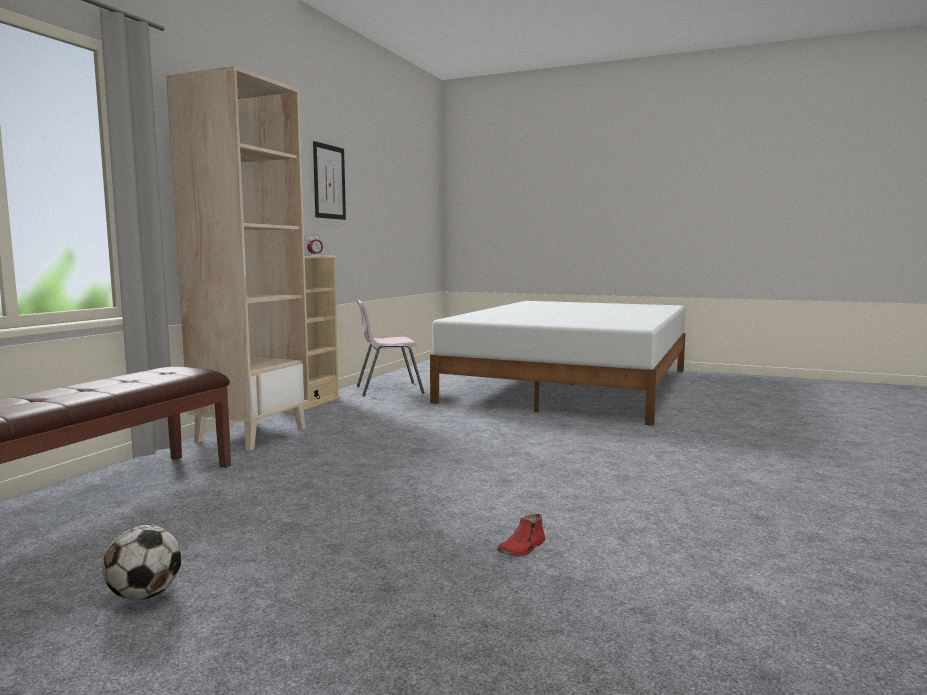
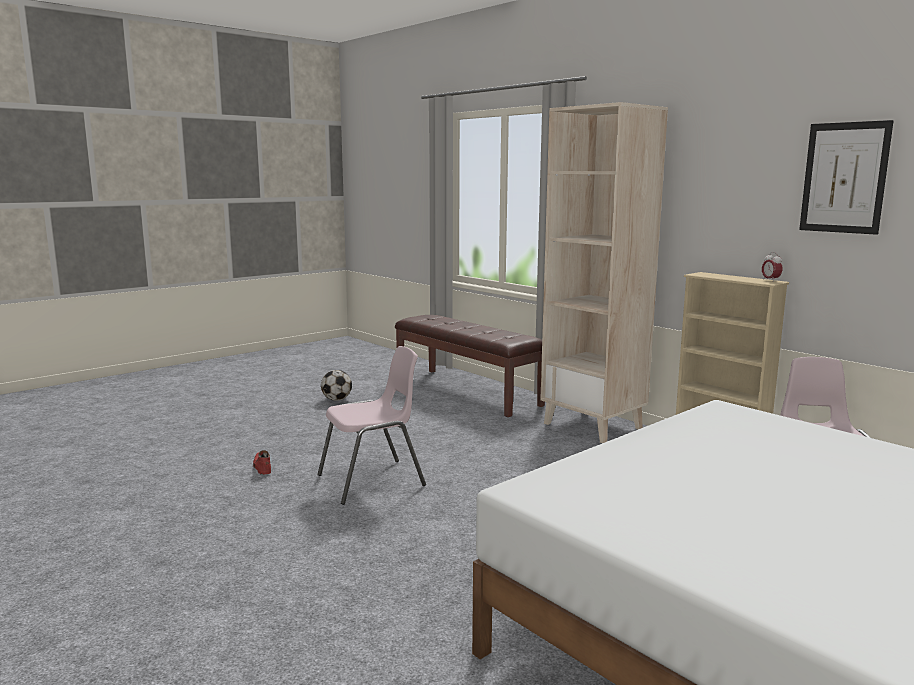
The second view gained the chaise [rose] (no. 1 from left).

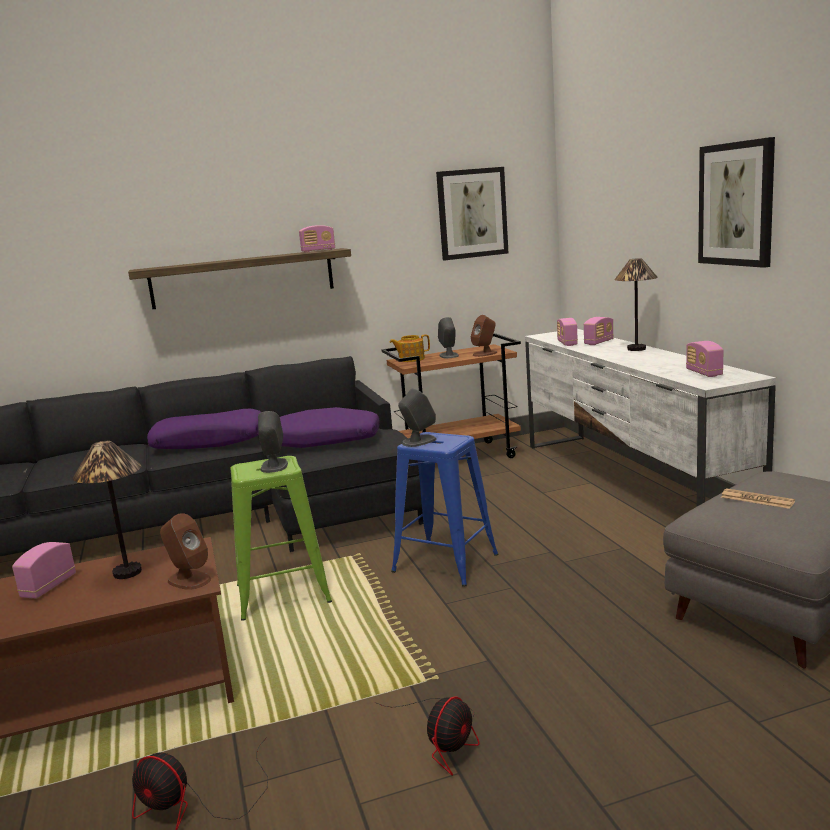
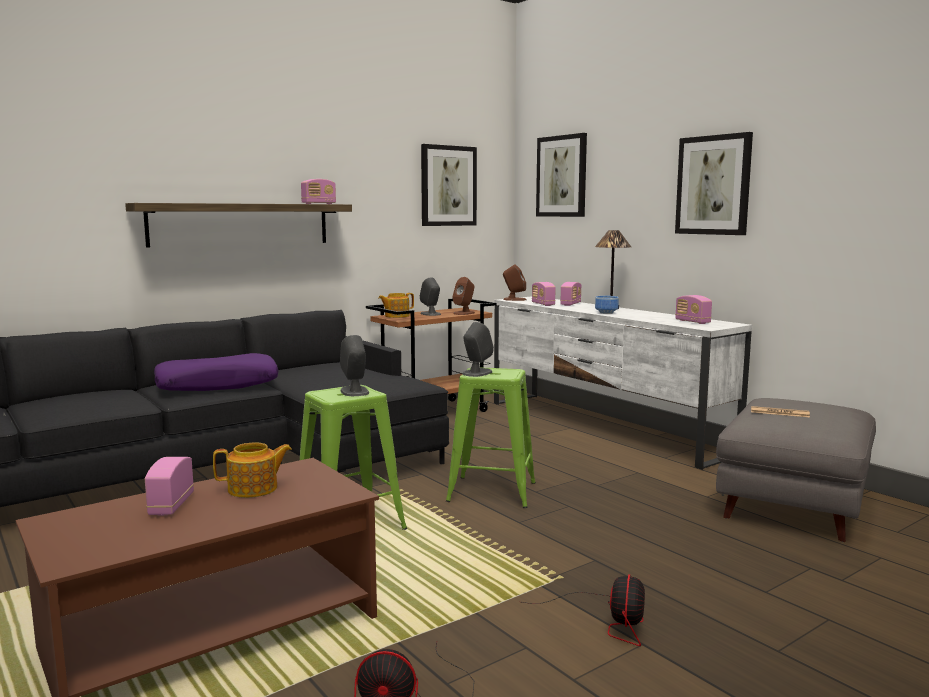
Where the lampe de table (no. 1 from left) stood, the théière (no. 1 from left) came to stand. What was the tabouret [bleu] turned into the tabouret [vert] (no. 2 from left). The enceinte [marron] (no. 1 from left in the first image) ended up elsewhere. The second view gained the tableau (no. 2 from left). The second view gained the bol. The second view lost the coussin [violet] (no. 2 from left).

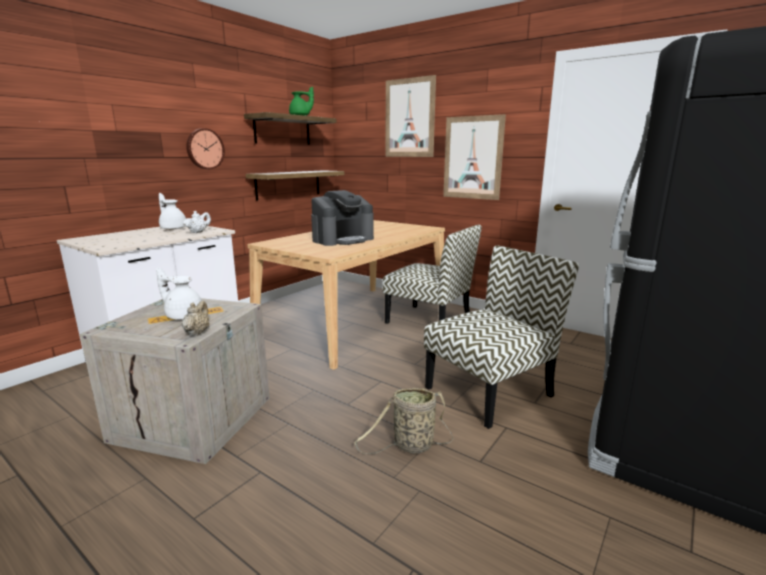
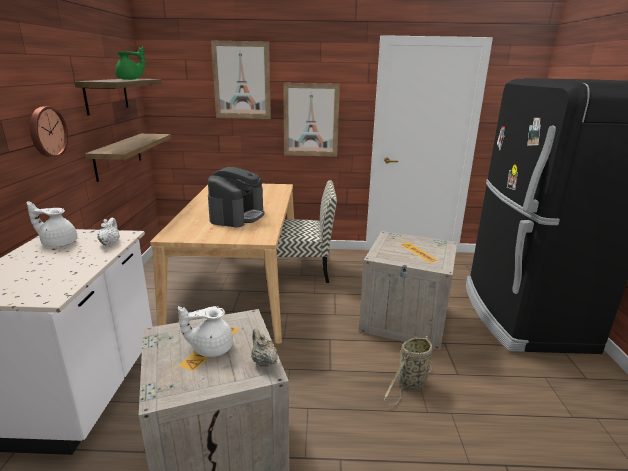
Where the chaise (no. 2 from left) stood, the caisse (no. 2 from left) came to stand.

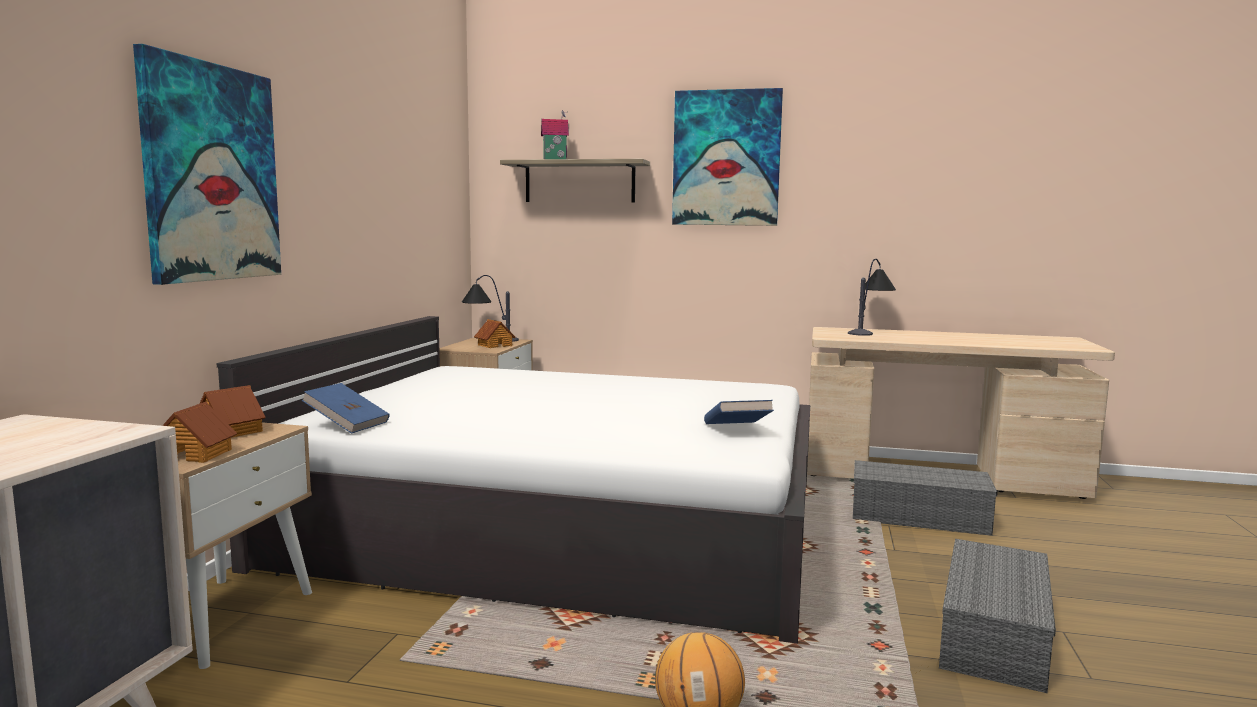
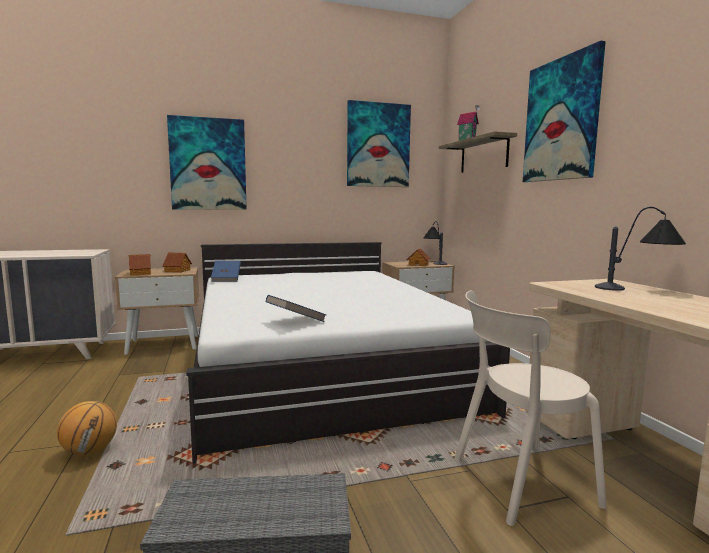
The second view gained the tableau (no. 2 from left). Where the boîte de rangement [gris] (no. 1 from left) stood, the chaise [beige] came to stand.

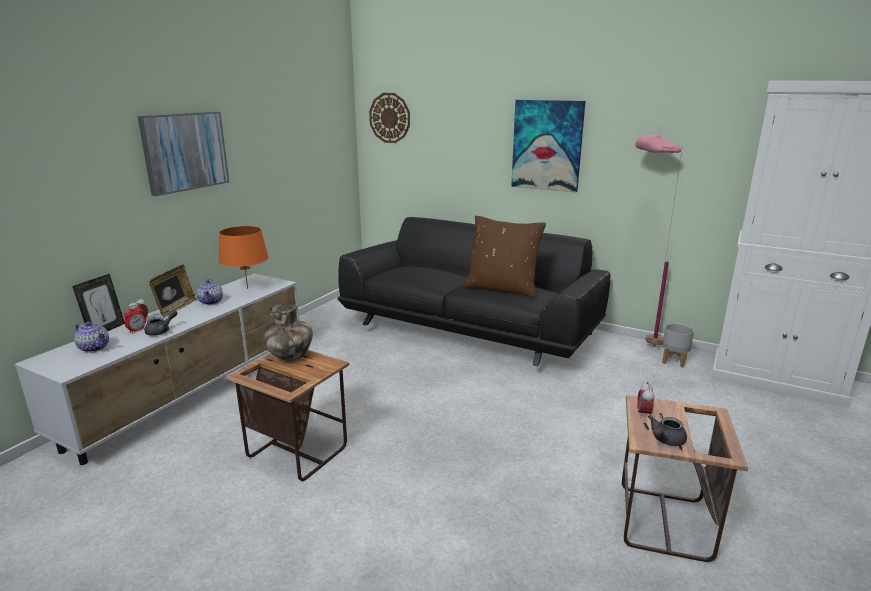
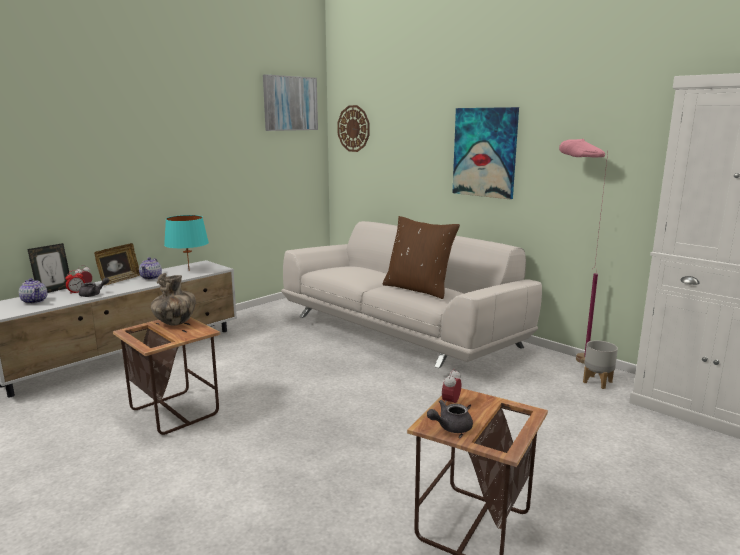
What was the lampe de table [orange] turned into the lampe de table [turquoise]. The tableau (no. 1 from left) ended up elsewhere. What was the canapé [noir] turned into the canapé [blanc].

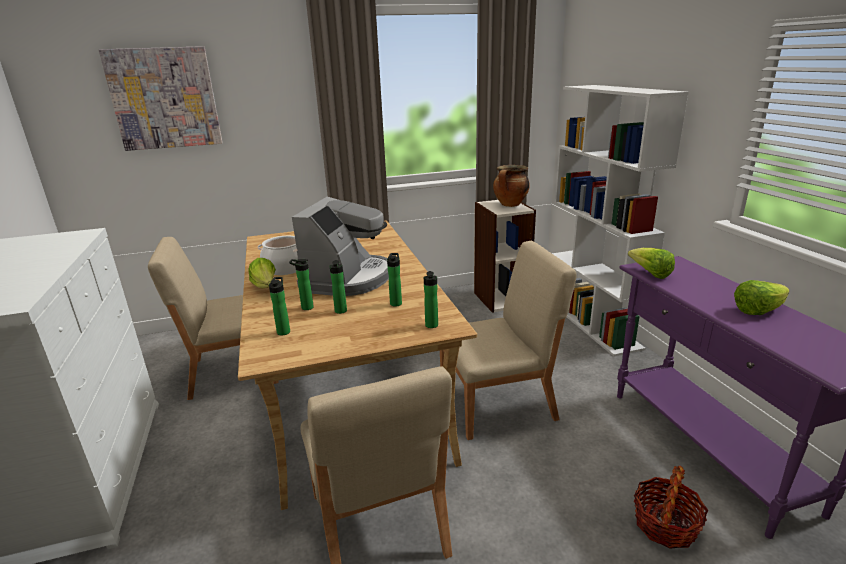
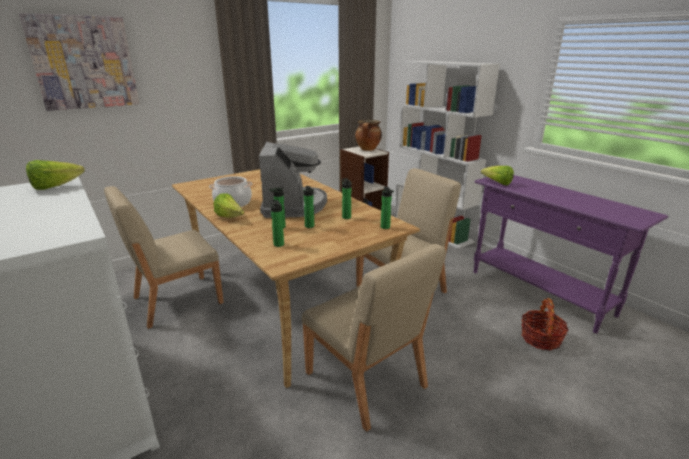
The laitue (no. 3 from left in the first image) ended up elsewhere.

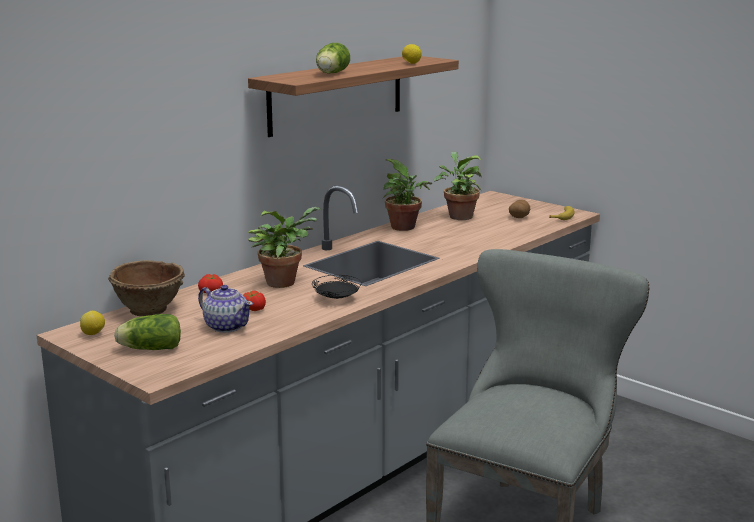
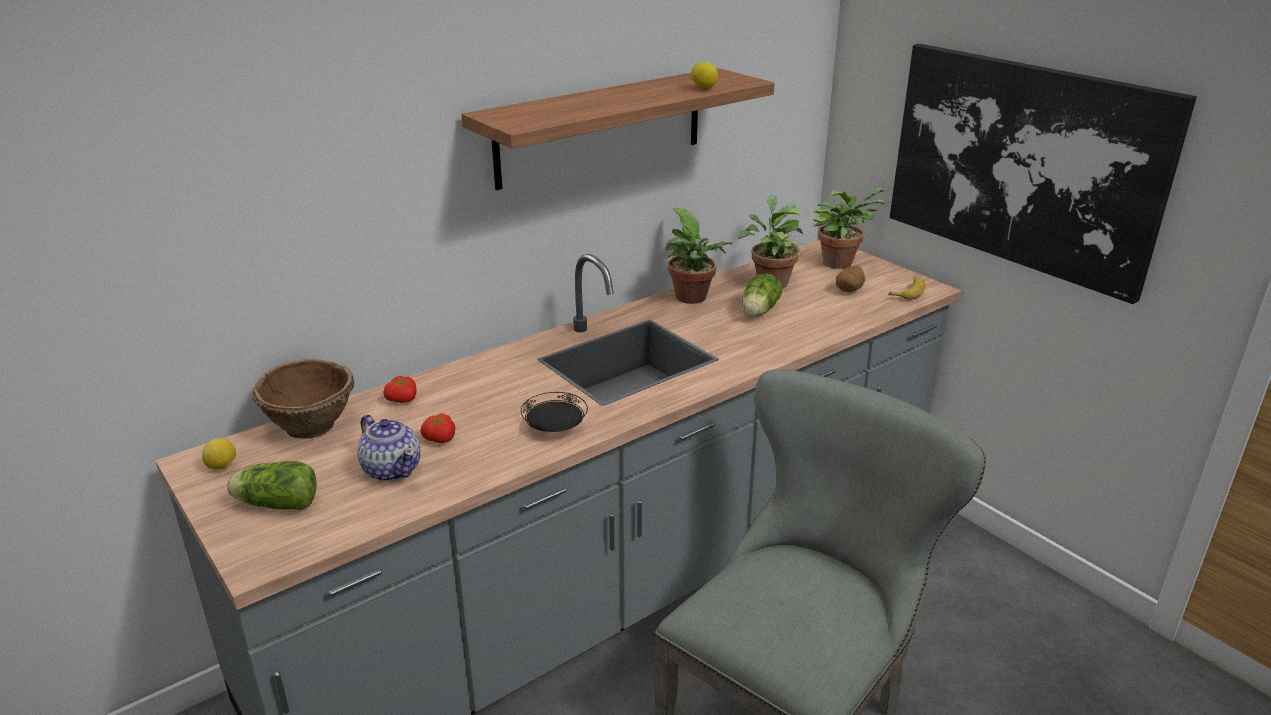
The laitue (no. 2 from left) ended up elsewhere. The plante en pot (no. 1 from left in the first image) ended up elsewhere. The second view gained the tableau.

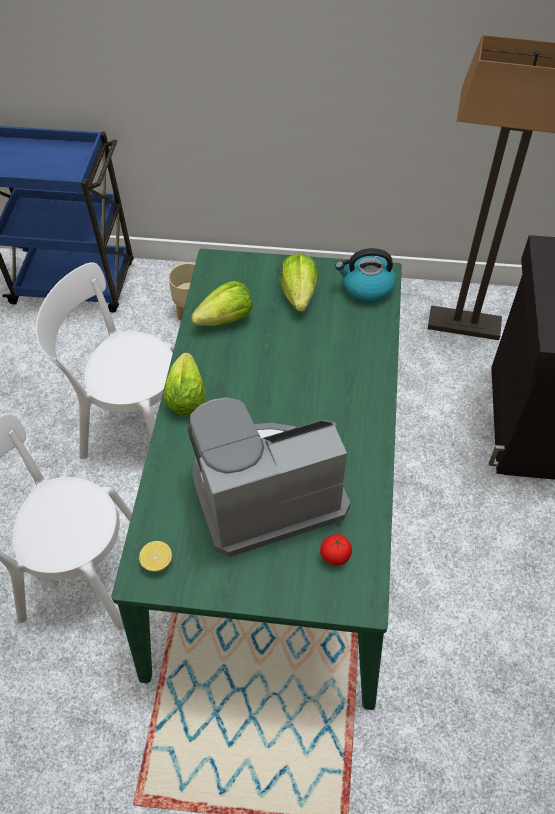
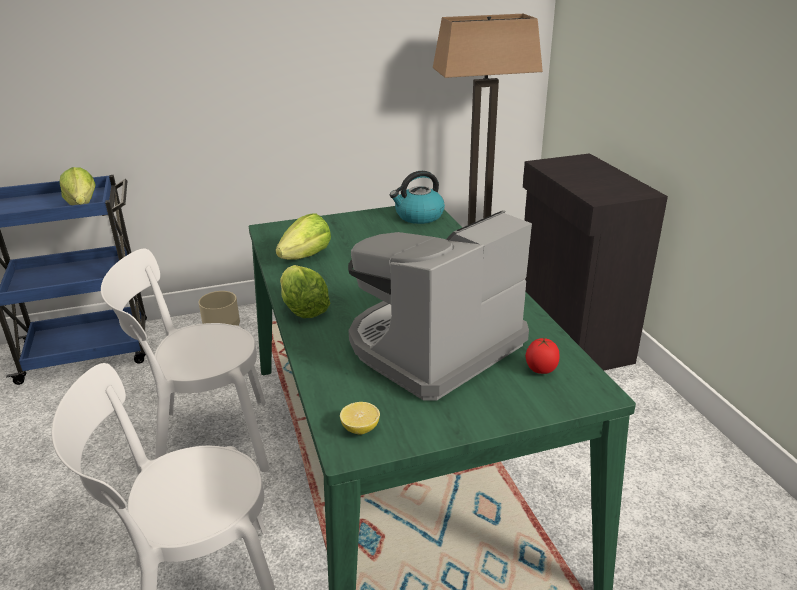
The laitue (no. 3 from left in the first image) ended up elsewhere.

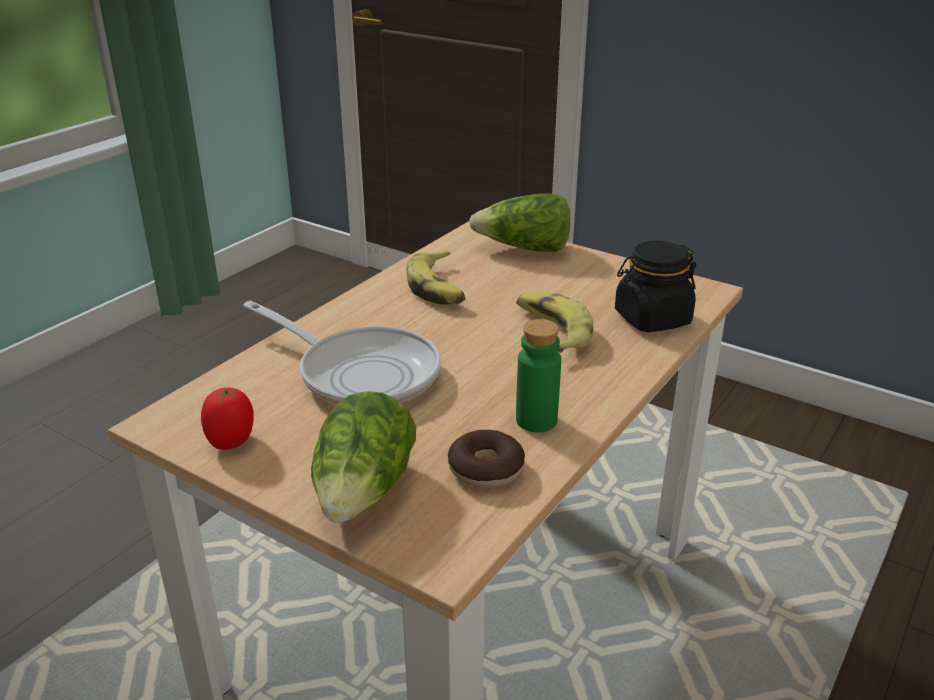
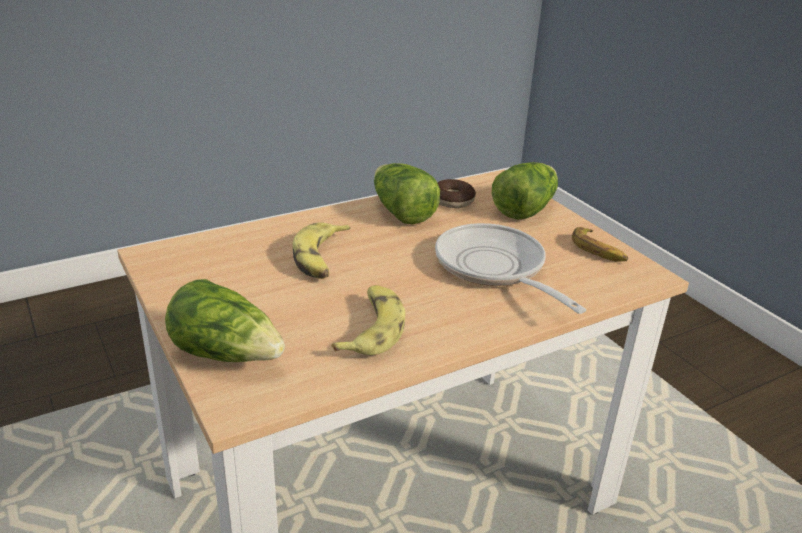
Where the bouteille [vert] stood, the laitue (no. 2 from left) came to stand. Where the tomate stood, the banane (no. 3 from left) came to stand. The second view lost the bocal [noir].

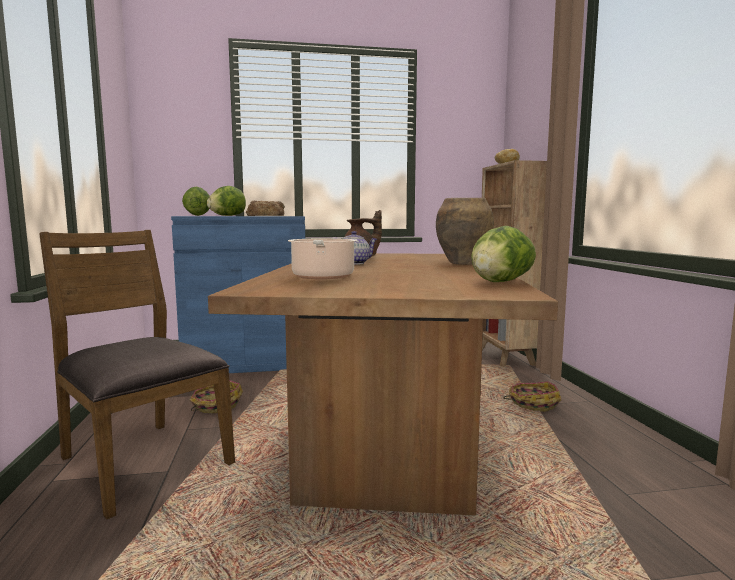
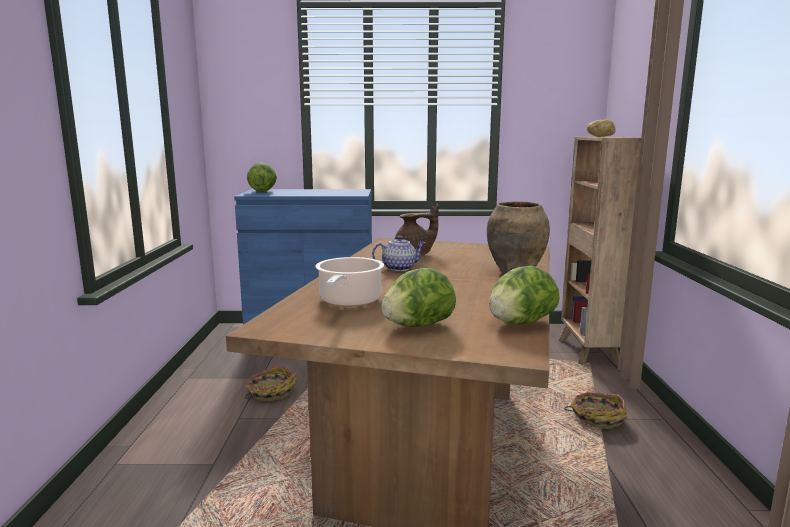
The laitue (no. 2 from left) ended up elsewhere. The second view lost the chaise [marron]. The second view lost the pain (no. 1 from left).

